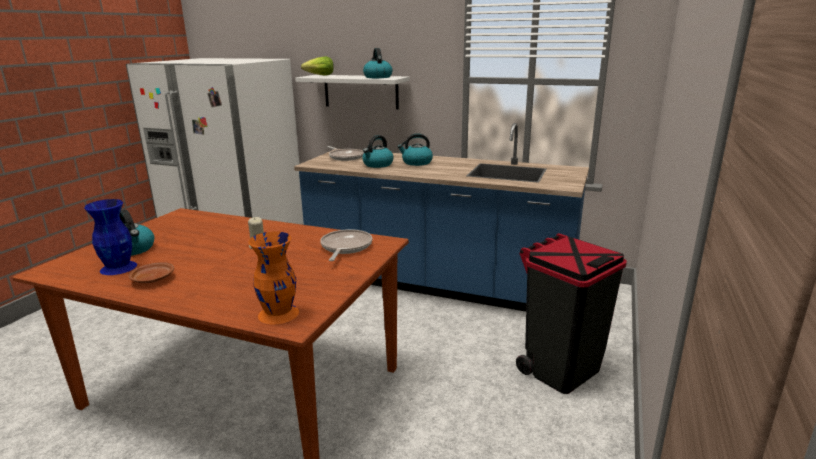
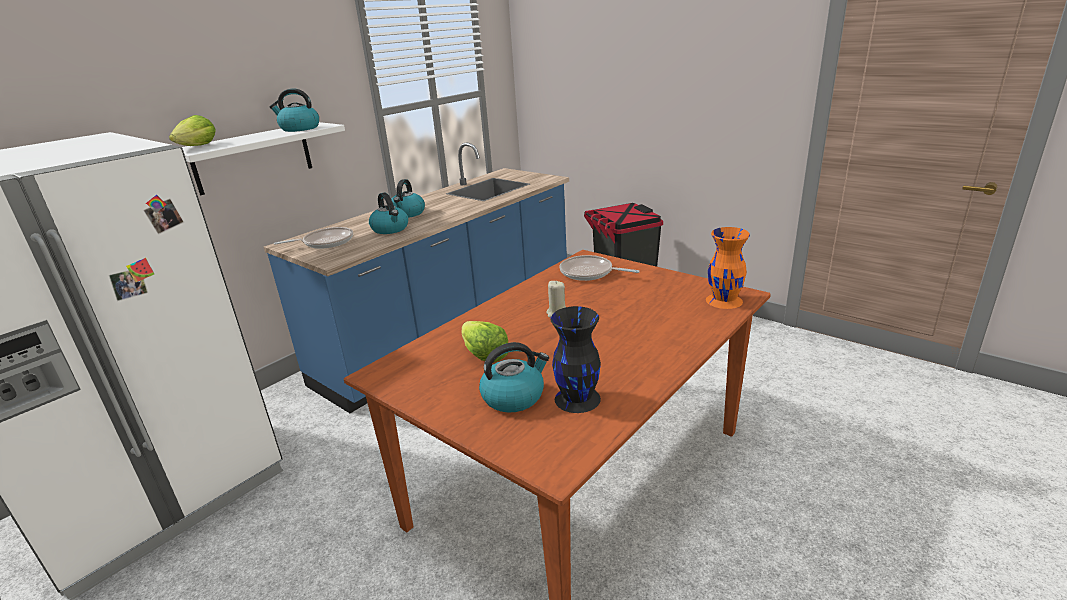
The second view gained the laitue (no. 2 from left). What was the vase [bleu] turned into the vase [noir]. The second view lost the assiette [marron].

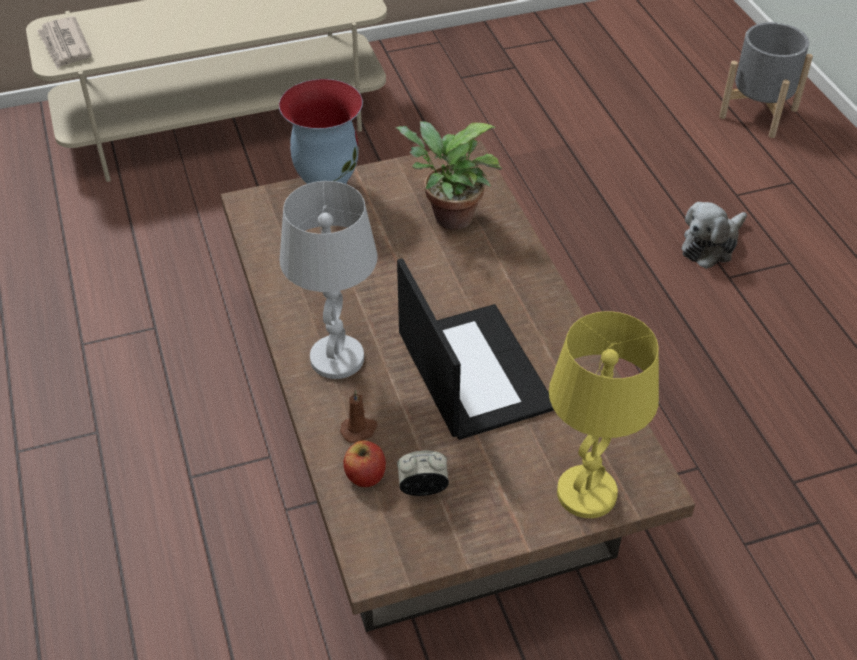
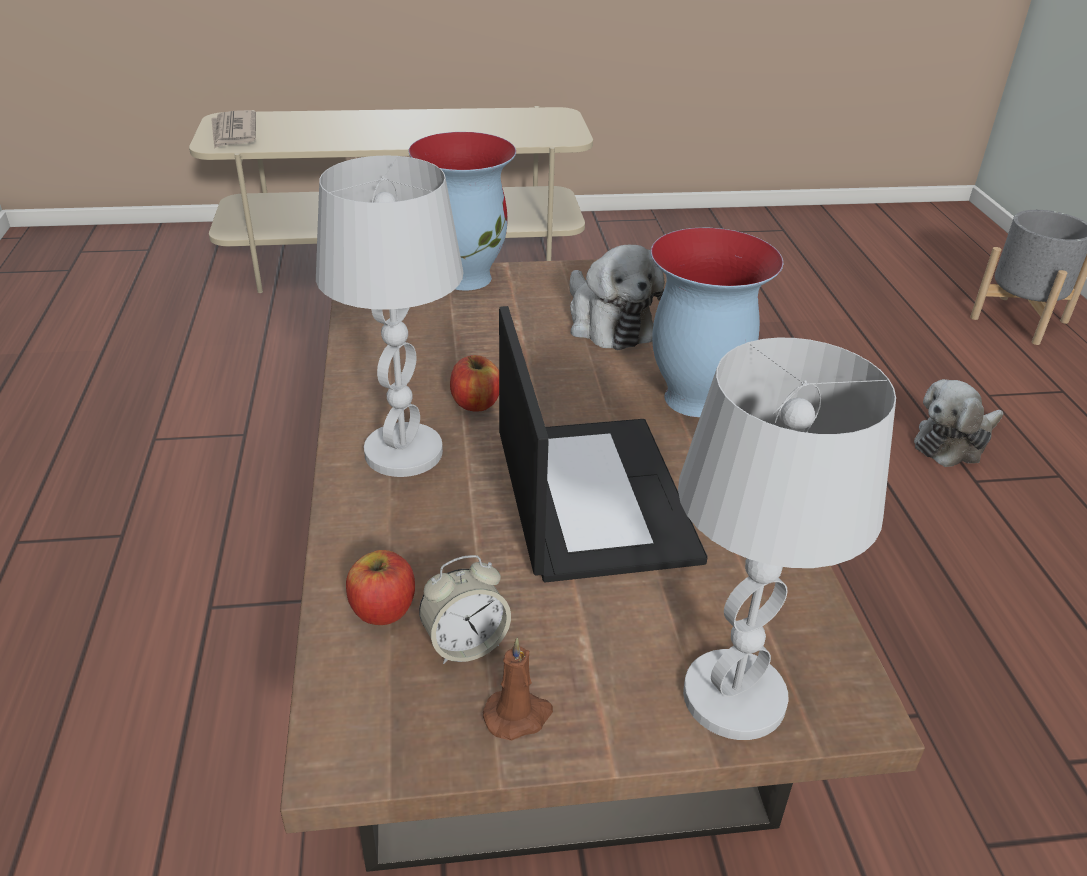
The réveil ended up facing another way, 150 degrees clockwise from before. The second view gained the pomme (no. 2 from left). The bougie [marron] ended up elsewhere. Where the plante en pot stood, the peluche (no. 1 from left) came to stand. The second view gained the vase (no. 2 from left). What was the lampe de table [jaune] turned into the lampe de table [blanc] (no. 2 from left).

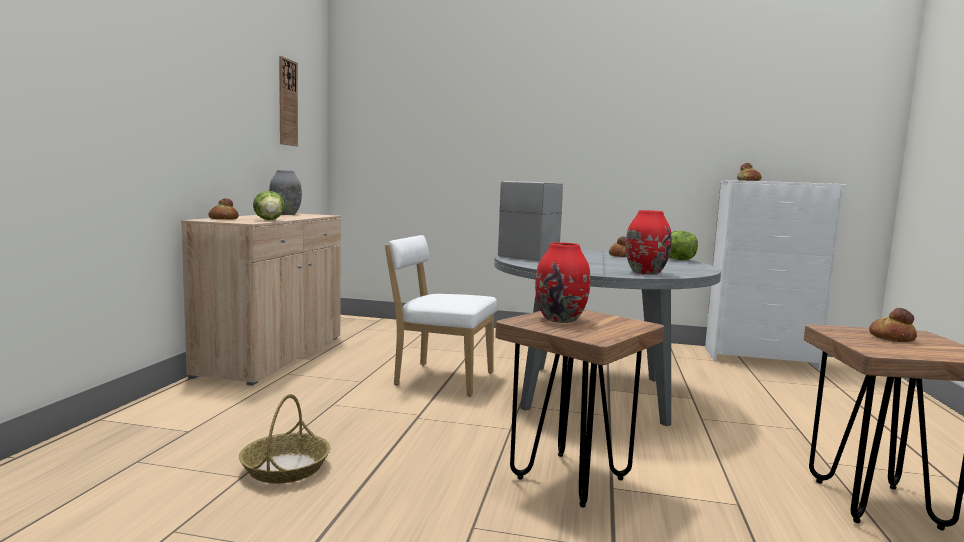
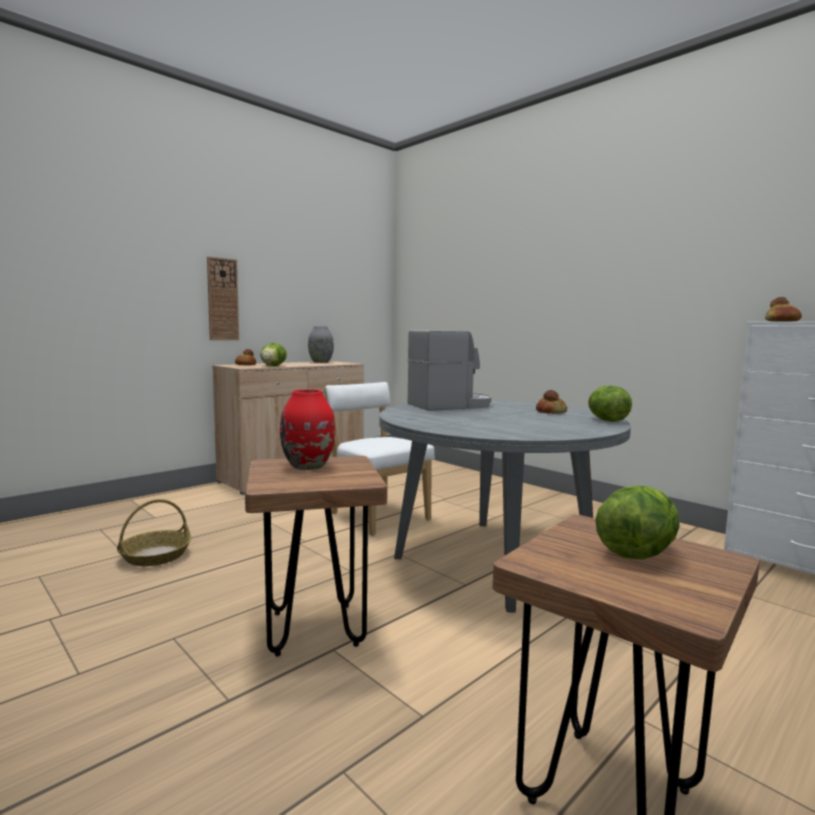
The horloge murale ended up elsewhere. Where the pain (no. 4 from left) stood, the laitue (no. 3 from left) came to stand. The second view lost the vase [rouge] (no. 2 from left).

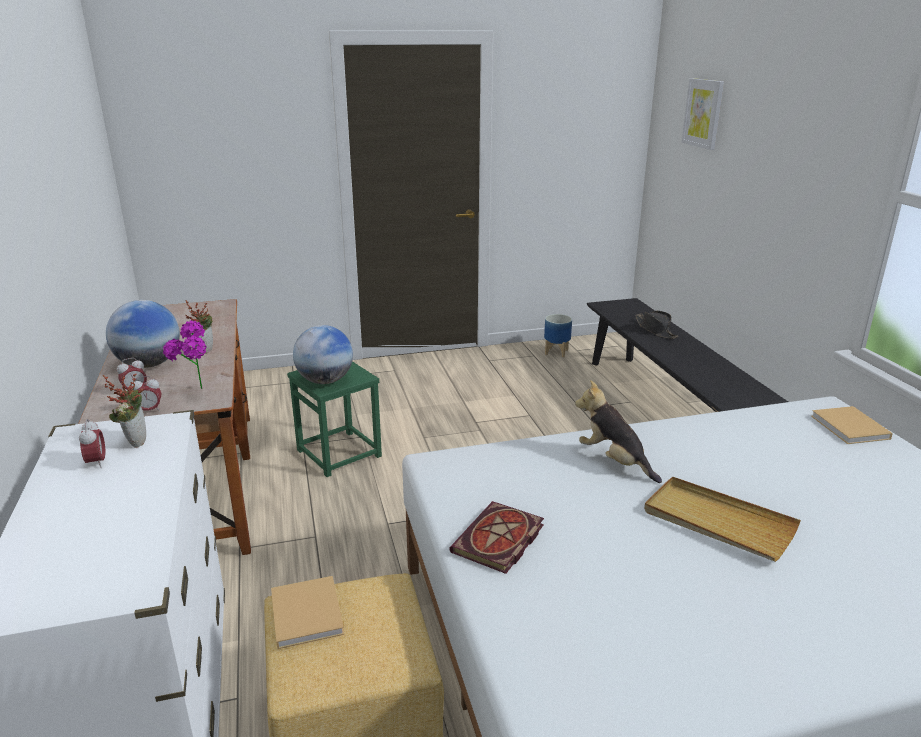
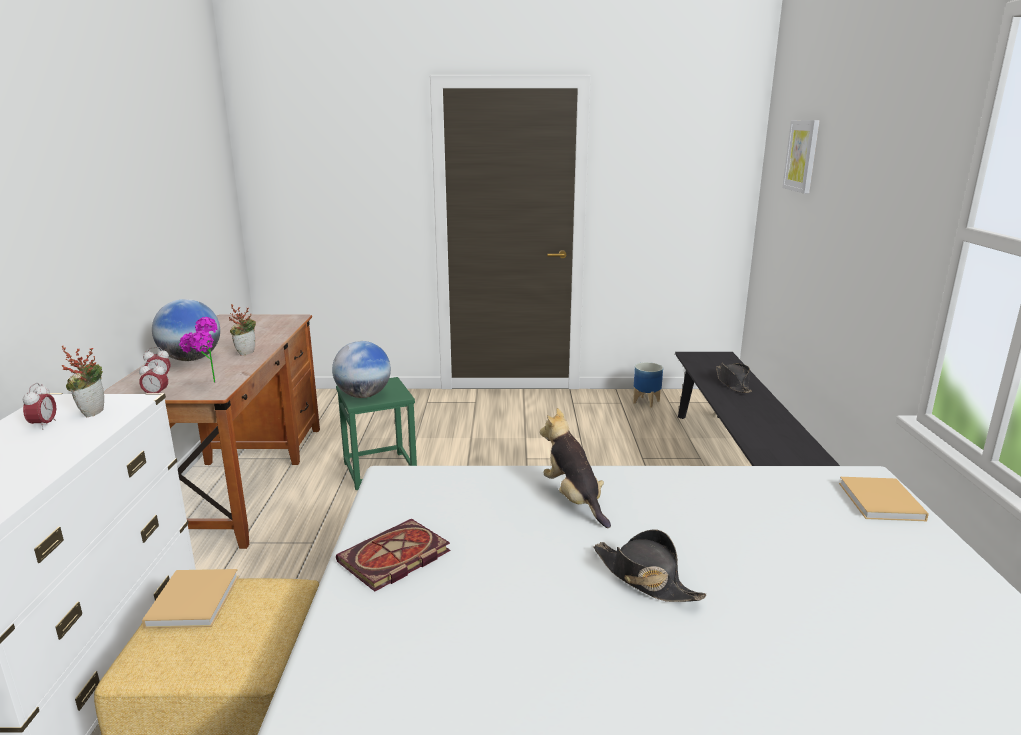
Where the plateau [beige] stood, the chapeau [noir] (no. 1 from left) came to stand.

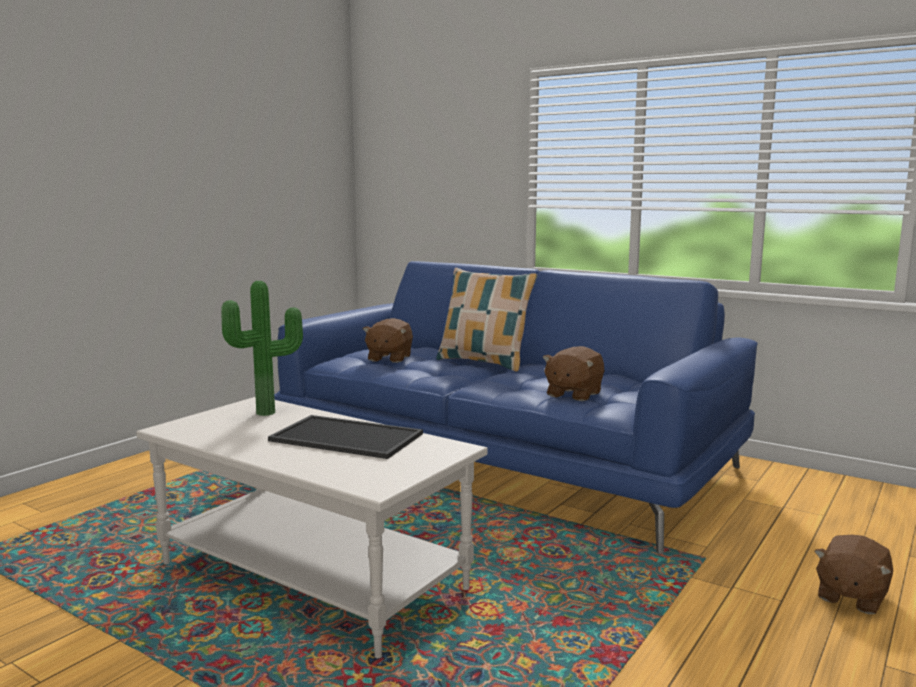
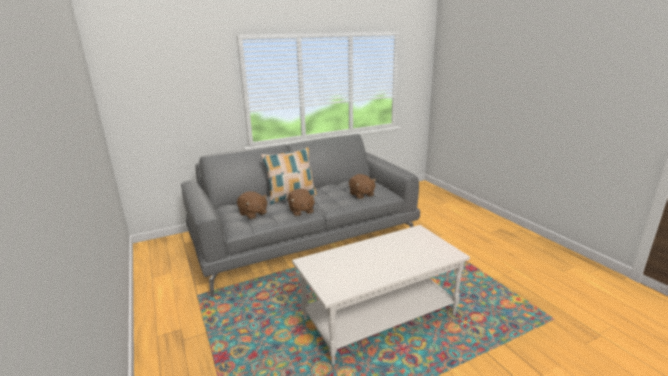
What was the canapé [bleu] turned into the canapé [gris]. The peluche [marron] (no. 3 from left in the first image) ended up elsewhere. The second view lost the plante en pot. The second view lost the plateau.

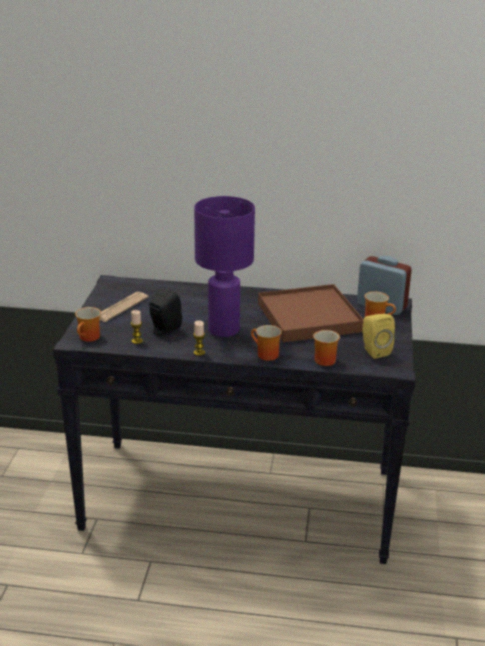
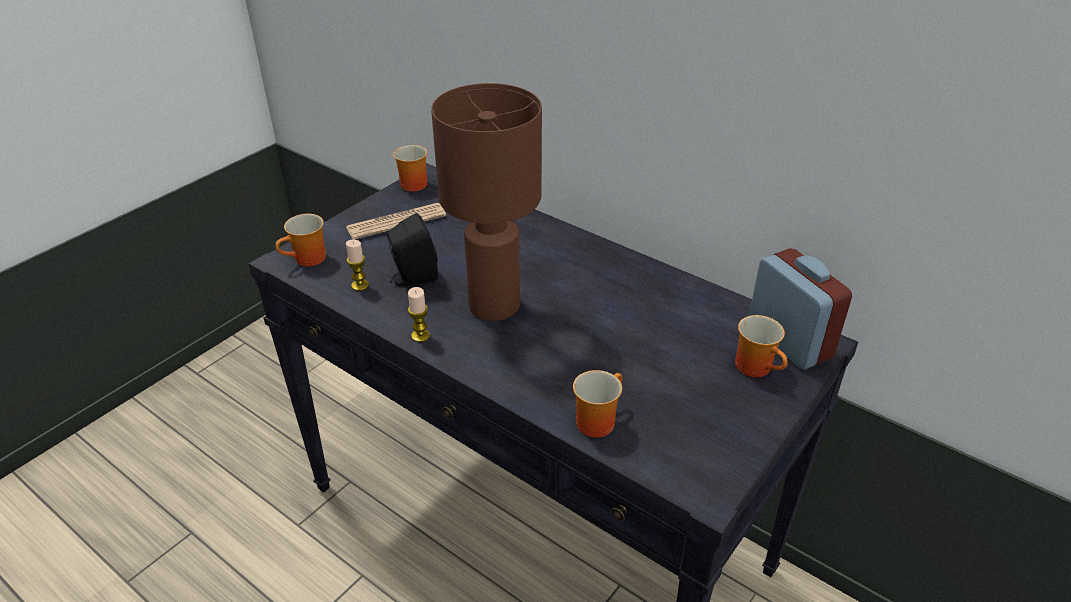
The mug (no. 2 from left) ended up elsewhere. What was the lampe de table [violet] turned into the lampe de table [marron]. The second view lost the plateau [marron]. The second view lost the enceinte [jaune].

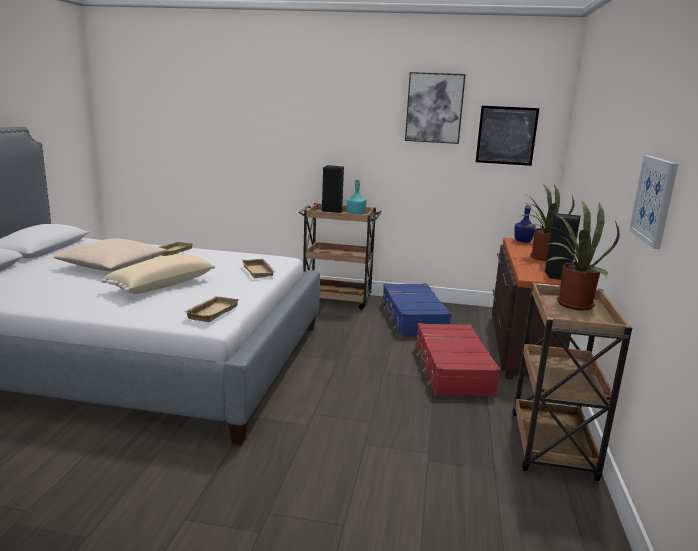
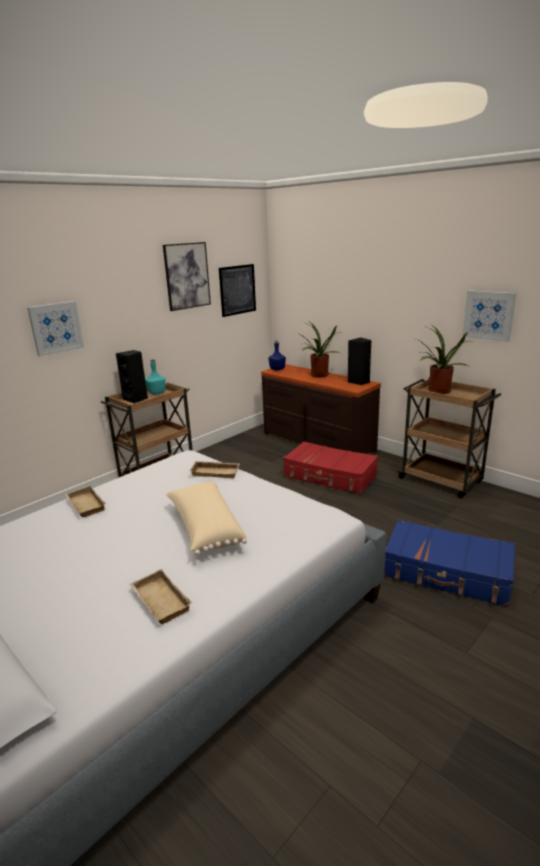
The second view gained the tableau (no. 1 from left). The plateau [beige] (no. 2 from left) ended up elsewhere. The valise [bleu] ended up elsewhere. The second view lost the coussin [beige] (no. 1 from left).

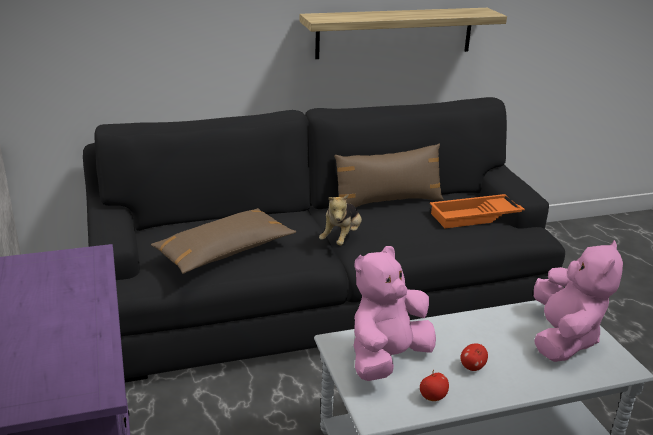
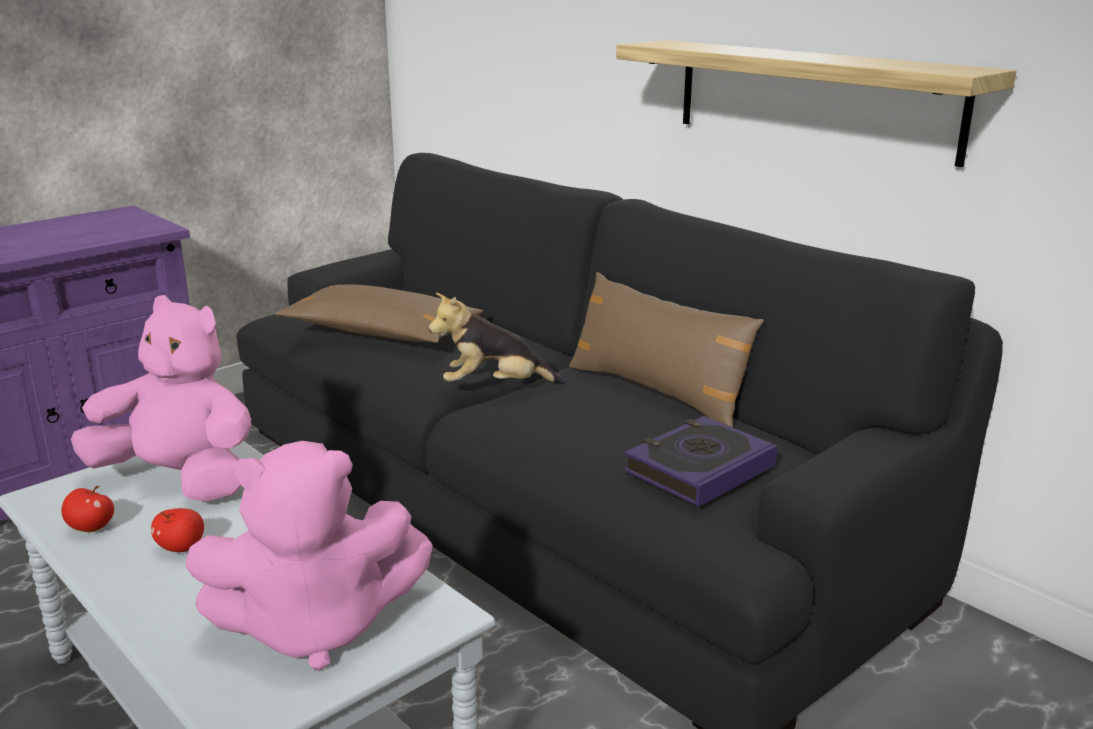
Where the plateau [orange] stood, the livre came to stand.

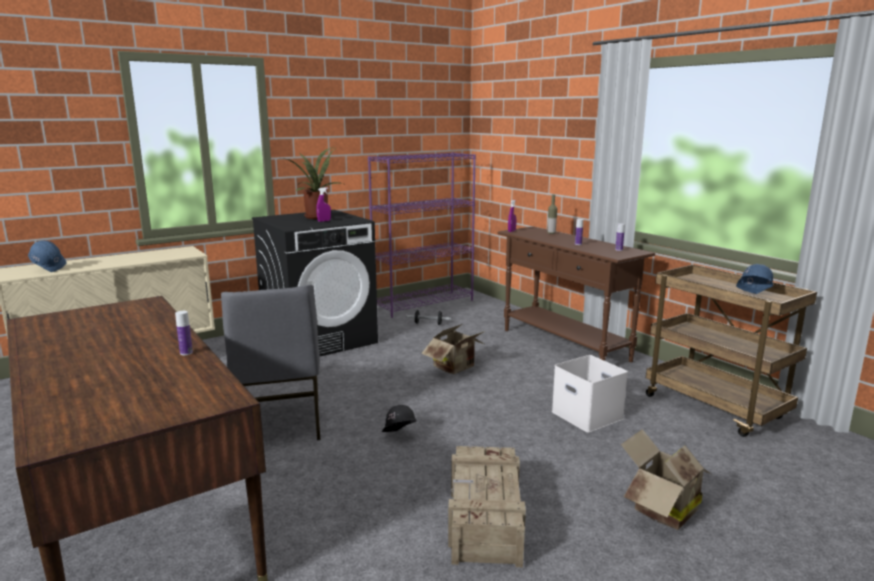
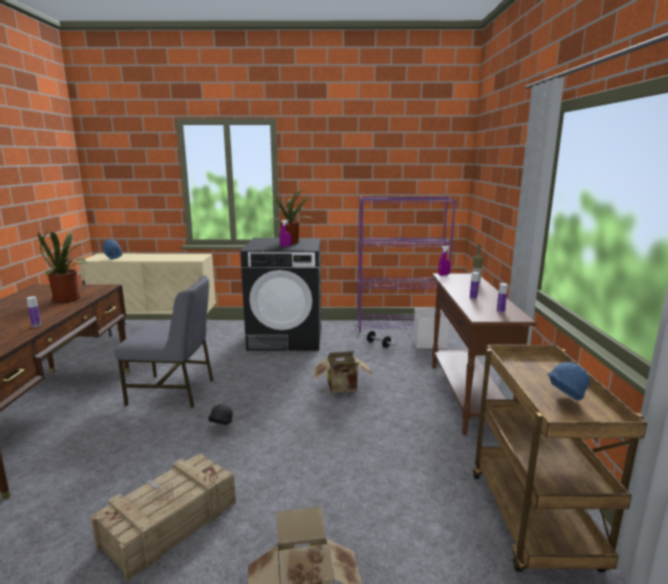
The second view gained the plante en pot (no. 1 from left). The chaise [gris] ended up facing another way, 105 degrees counterclockwise from before. The boîte de rangement [blanc] ended up elsewhere.

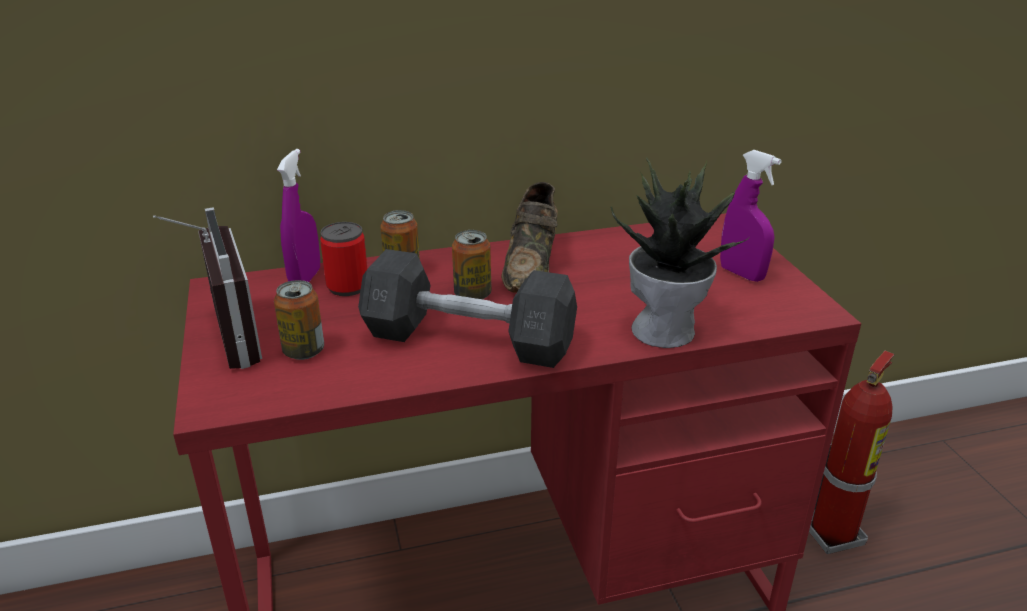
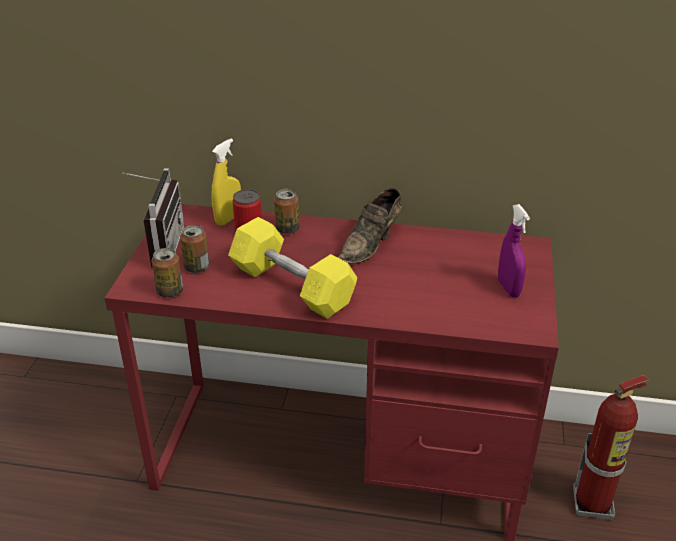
The boîte métallique (no. 4 from left in the first image) ended up elsewhere. What was the vaporisateur [violet] (no. 1 from left) turned into the vaporisateur [jaune]. What was the haltère [gris] turned into the haltère [jaune]. The second view lost the plante en pot.

